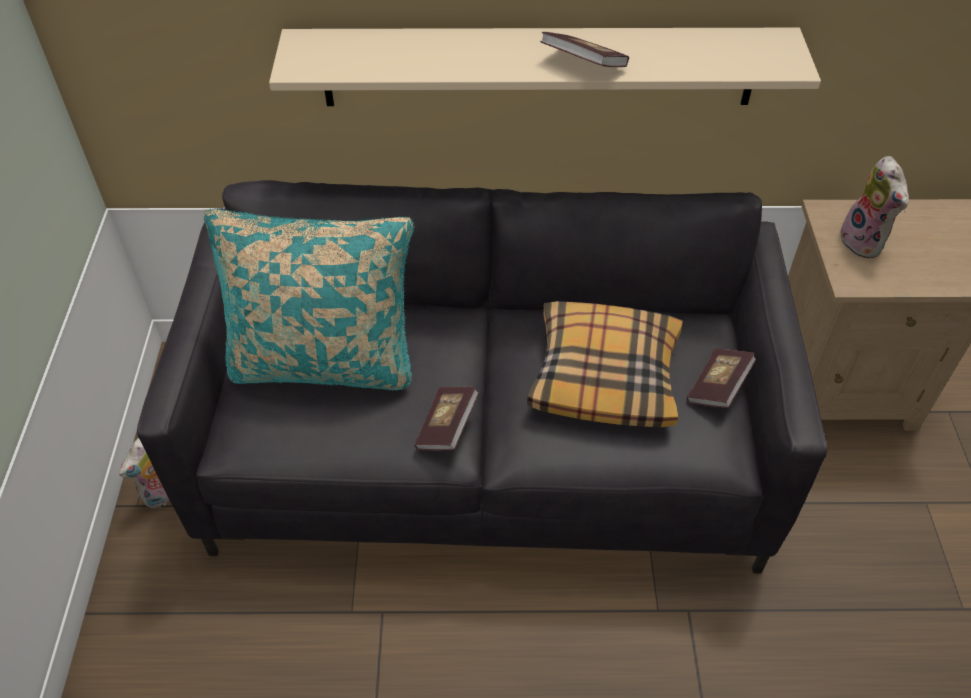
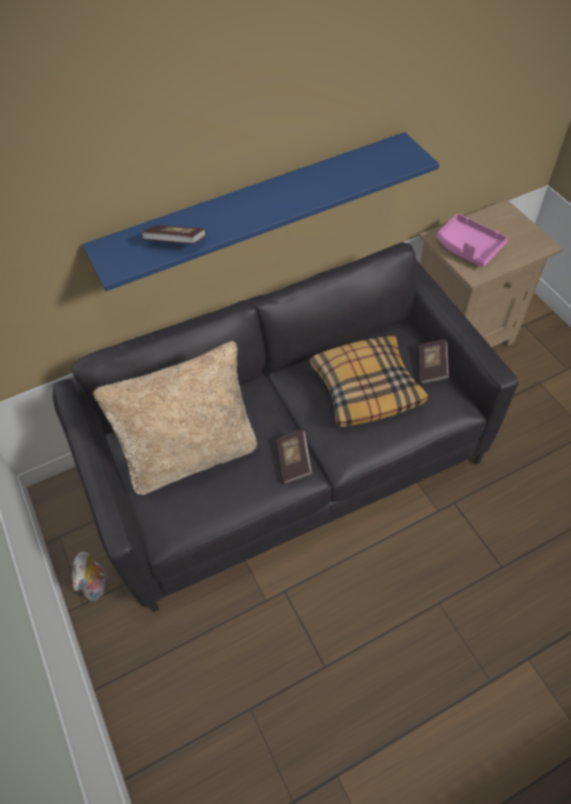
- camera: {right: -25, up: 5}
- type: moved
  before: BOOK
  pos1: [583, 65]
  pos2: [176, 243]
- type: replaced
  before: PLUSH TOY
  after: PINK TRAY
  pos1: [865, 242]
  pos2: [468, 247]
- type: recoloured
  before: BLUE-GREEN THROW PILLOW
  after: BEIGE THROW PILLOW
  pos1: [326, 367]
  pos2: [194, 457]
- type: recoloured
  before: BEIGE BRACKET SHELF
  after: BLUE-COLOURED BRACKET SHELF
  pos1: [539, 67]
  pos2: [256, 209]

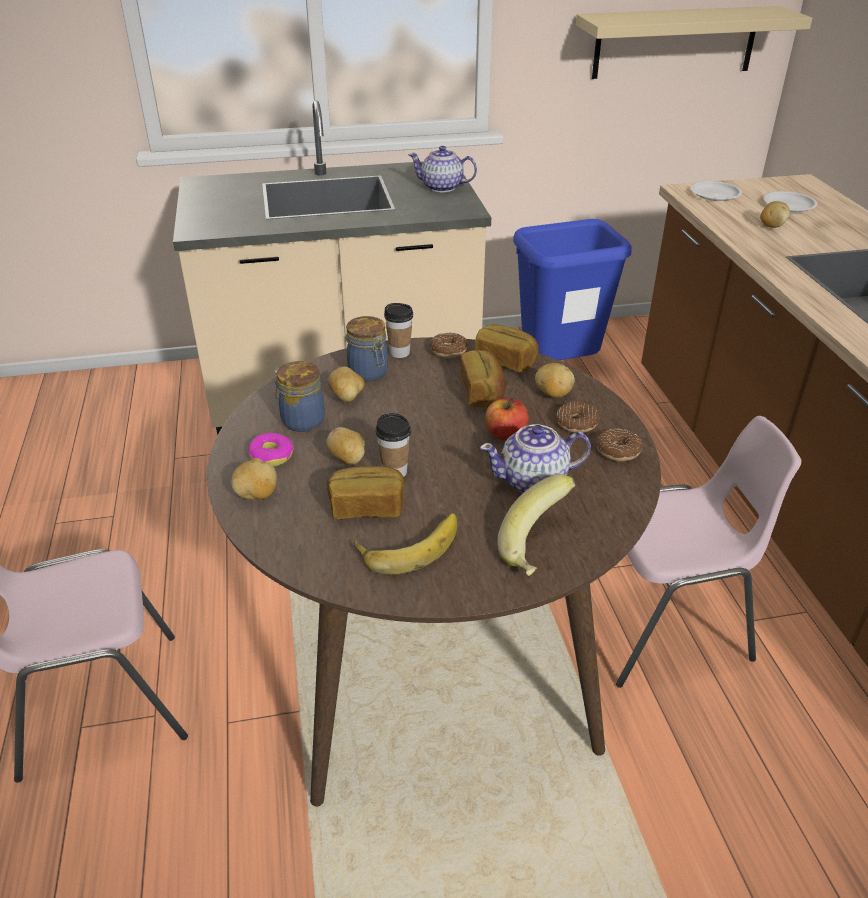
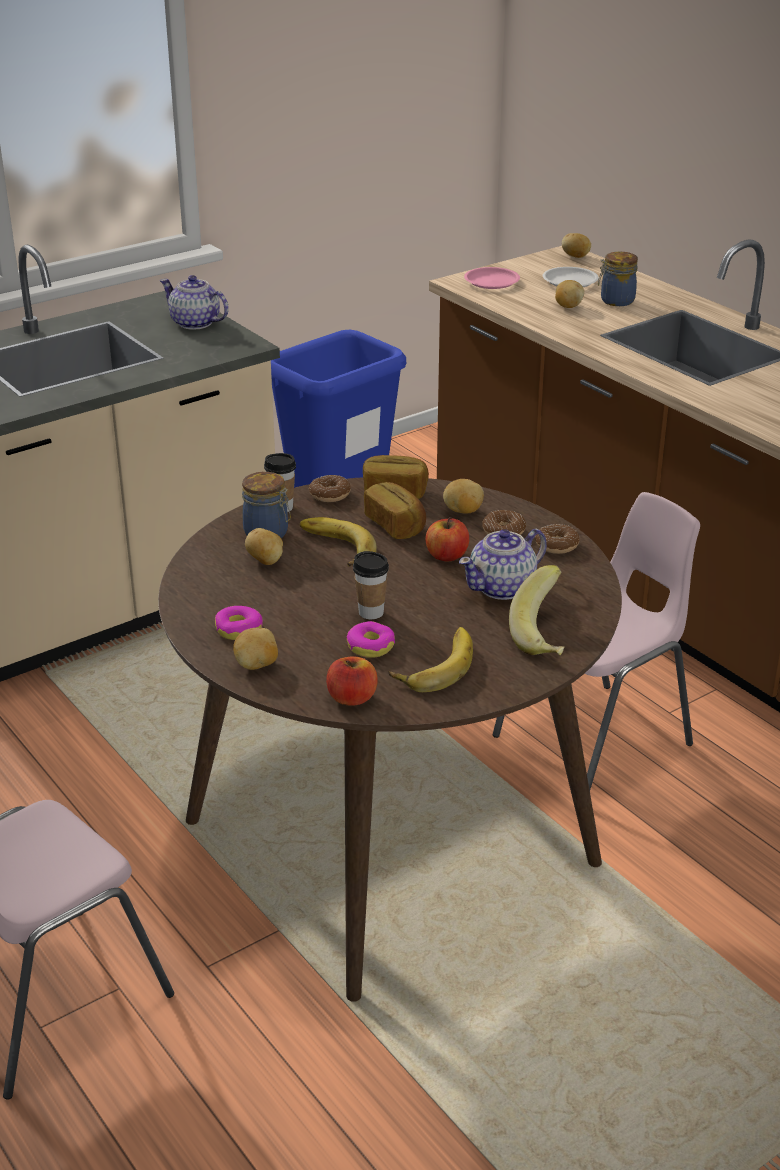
- camera: {right: -25, up: -5}
- type: removed
  before: BEIGE BRACKET SHELF
  pos1: [675, 42]
- type: added
  after: WHOLE BANANA
  pos2: [334, 548]
- type: added
  after: APPLE FRUIT
  pos2: [352, 698]
- type: moved
  before: PRESERVE JAR
  pos1: [301, 420]
  pos2: [615, 301]
- type: moved
  before: SPUD
  pos1: [348, 460]
  pos2: [575, 256]
- type: replaced
  before: BREAD
  after: DONUT
  pos1: [367, 507]
  pos2: [370, 646]
- type: recoloured
  before: WHITE FLAT DISH
  after: PINK FLAT DISH
  pos1: [714, 194]
  pos2: [491, 282]
- type: turned
  before: POT FOR TEA
  pos1: [442, 187]
  pos2: [195, 323]
  turn: 45

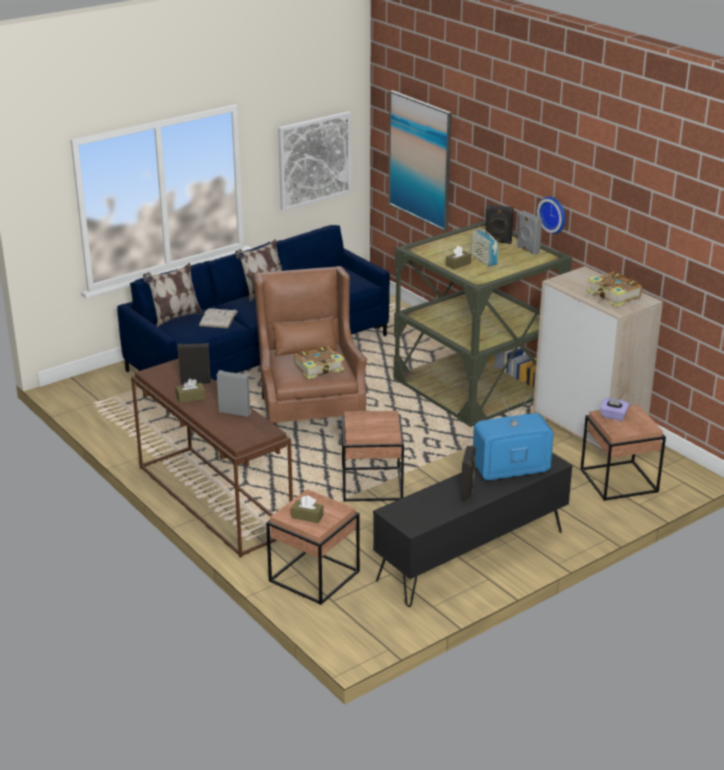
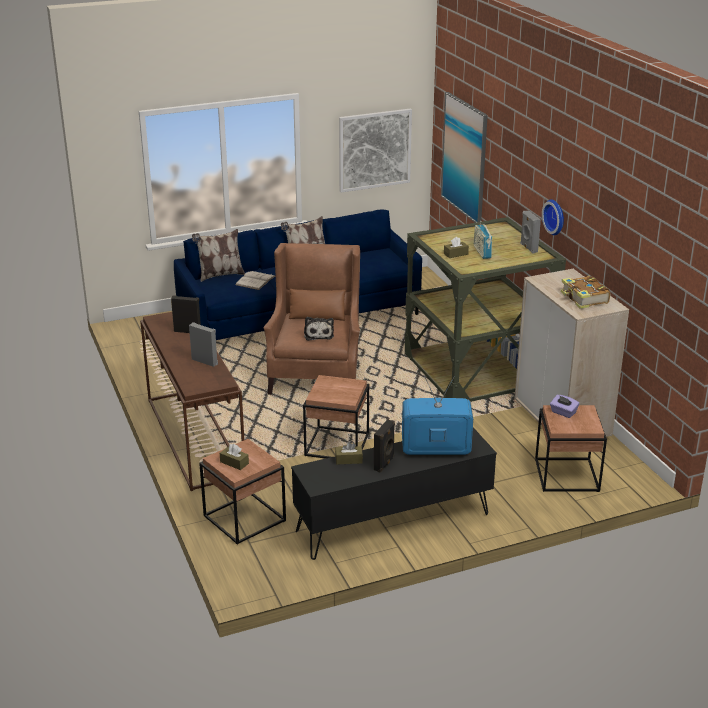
- camera: {right: 15, up: 0}
- type: removed
  before: BLACK-COLOURED LOUDSPEAKER
  pos1: [498, 242]
- type: moved
  before: BROWNISH TISSUE HOLDER
  pos1: [190, 397]
  pos2: [349, 460]
- type: replaced
  before: BOOK
  after: PLUSH TOY
  pos1: [319, 368]
  pos2: [318, 334]

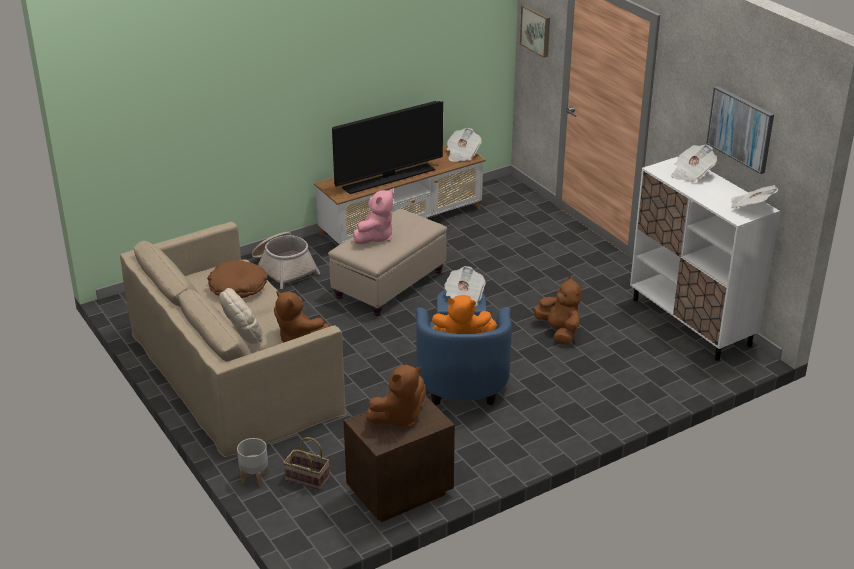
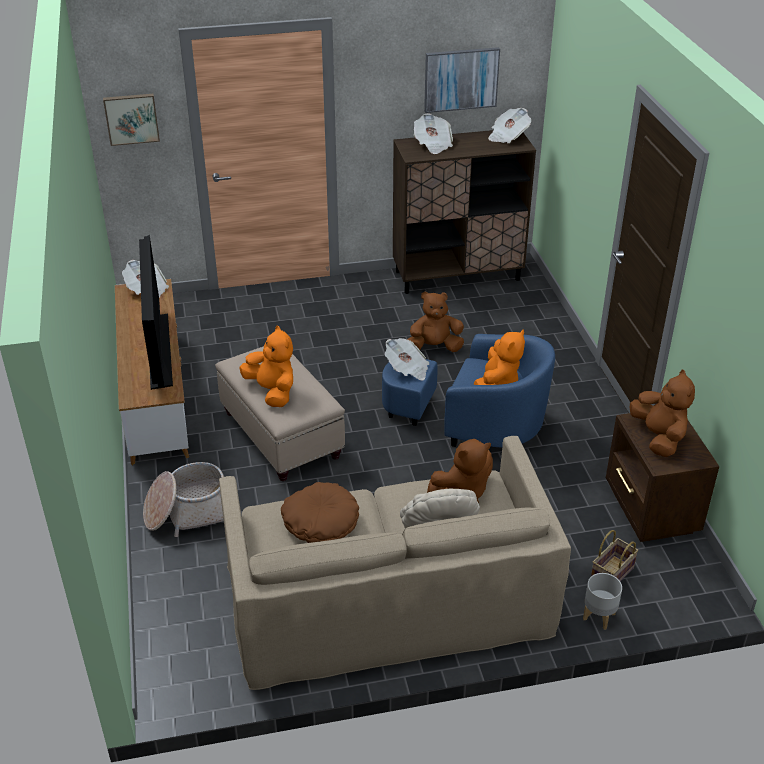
- camera: {right: -70, up: 5}
- type: recoloured
  before: PINK PLUSH TOY
  after: ORANGE-COLOURED PLUSH TOY
  pos1: [375, 237]
  pos2: [272, 391]
- type: recoloured
  before: WHITE CUPBOARD
  after: BROWNISH CUPBOARD
  pos1: [691, 322]
  pos2: [458, 275]

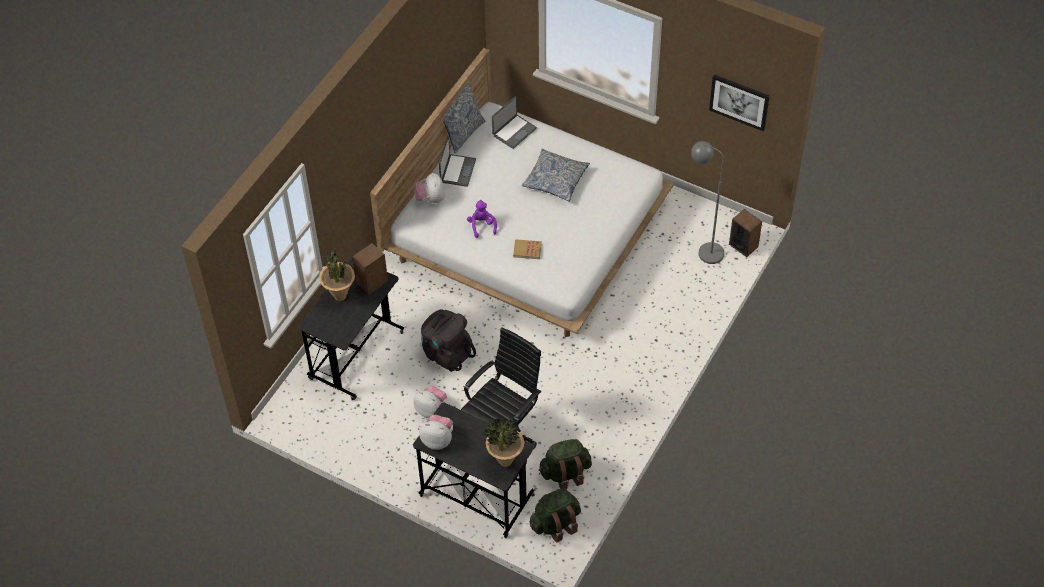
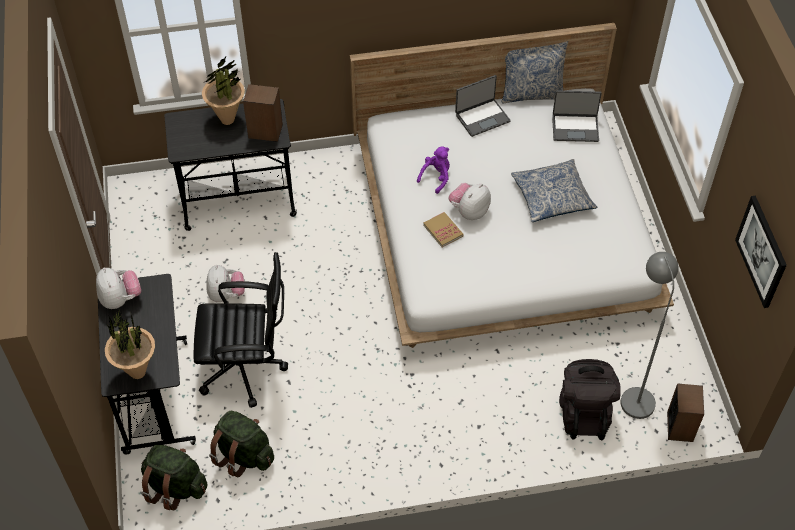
- camera: {right: 50, up: 0}
- type: moved
  before: PLUSH TOY
  pos1: [431, 199]
  pos2: [469, 211]
- type: moved
  before: BLACK-COLOURED BACKPACK
  pos1: [446, 353]
  pos2: [584, 412]

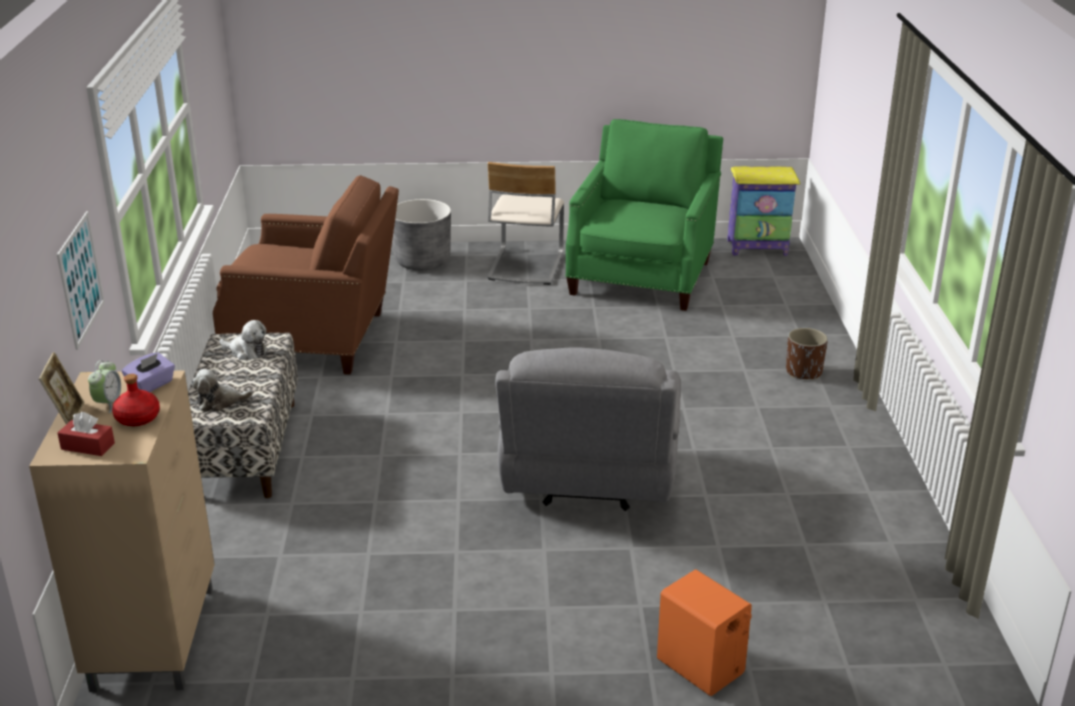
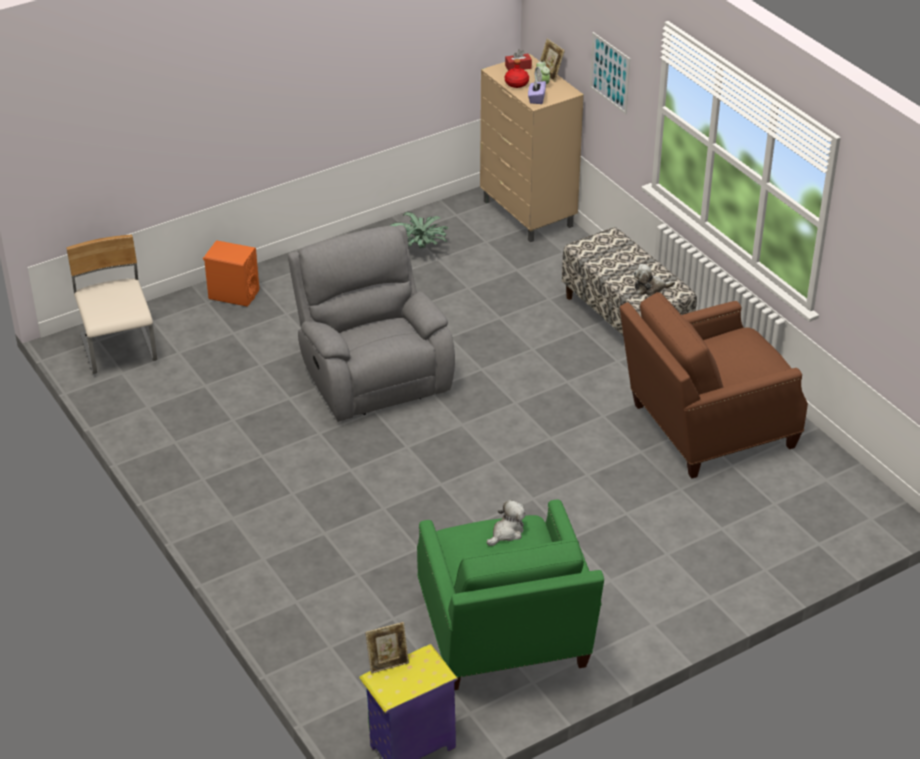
- camera: {right: 150, up: 10}
- type: removed
  before: GRAY PLANT POT
  pos1: [422, 261]
- type: removed
  before: BROWNISH PLANT POT
  pos1: [803, 372]
- type: added
  after: PHOTO FRAME
  pos2: [388, 663]
- type: added
  after: HOUSEPLANT
  pos2: [421, 248]
- type: moved
  before: PLUSH TOY
  pos1: [220, 402]
  pos2: [506, 532]
- type: moved
  before: BEIGE PLAIN CHAIR
  pos1: [525, 266]
  pos2: [119, 349]

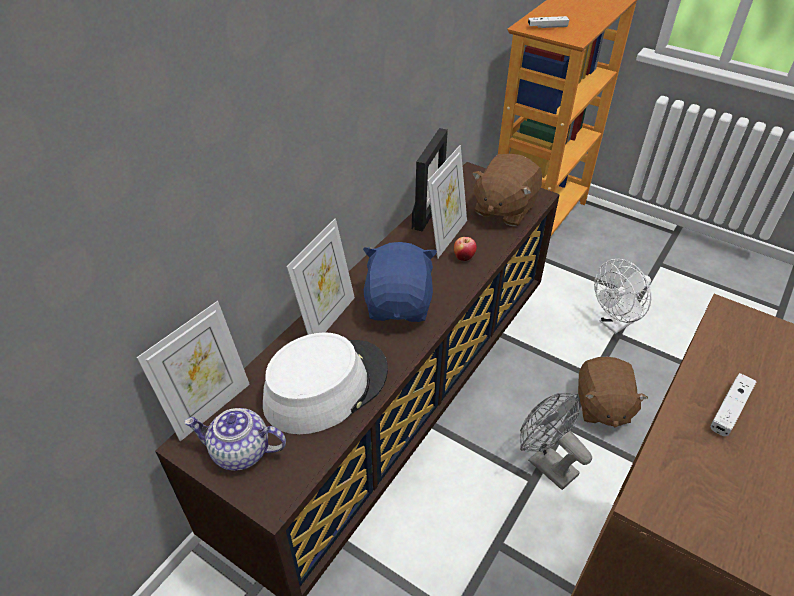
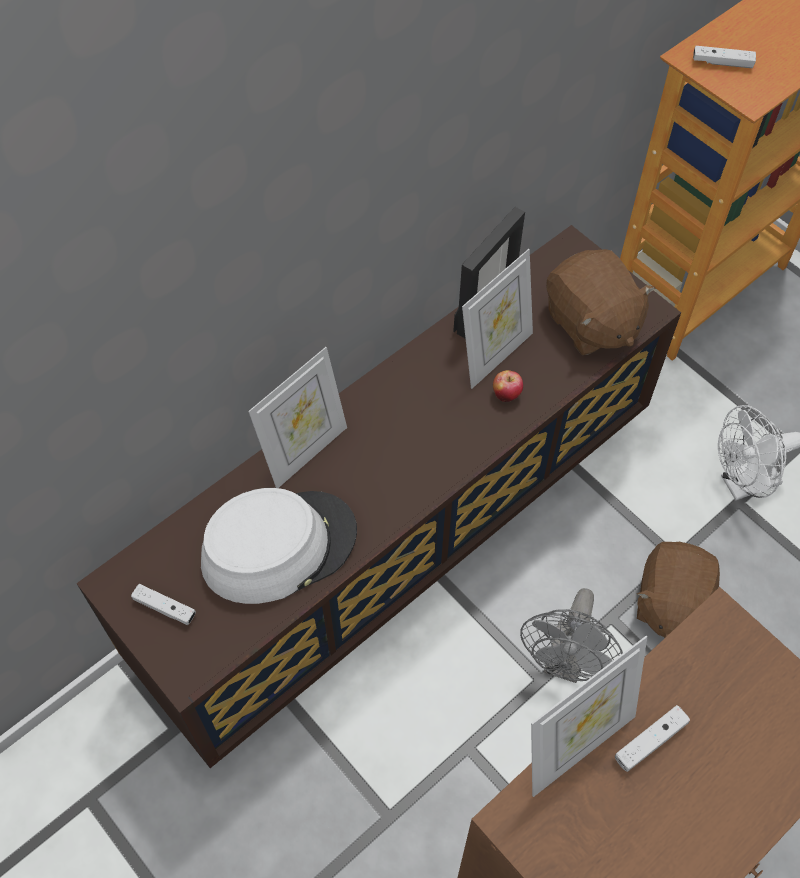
- camera: {right: 15, up: 15}
- type: removed
  before: BLUE-COLOURED PLUSH TOY
  pos1: [399, 304]
- type: moved
  before: PHOTO FRAME
  pos1: [210, 407]
  pos2: [575, 744]
- type: replaced
  before: POT FOR TEA
  after: WHITE GAMEPAD
  pos1: [240, 452]
  pos2: [165, 608]
- type: turned
  before: BROWNISH PLUSH TOY
  pos1: [503, 209]
  pos2: [591, 323]
  turn: -75
- type: turned
  before: GRAY COOLING FAN
  pos1: [546, 463]
  pos2: [565, 662]
  turn: -135

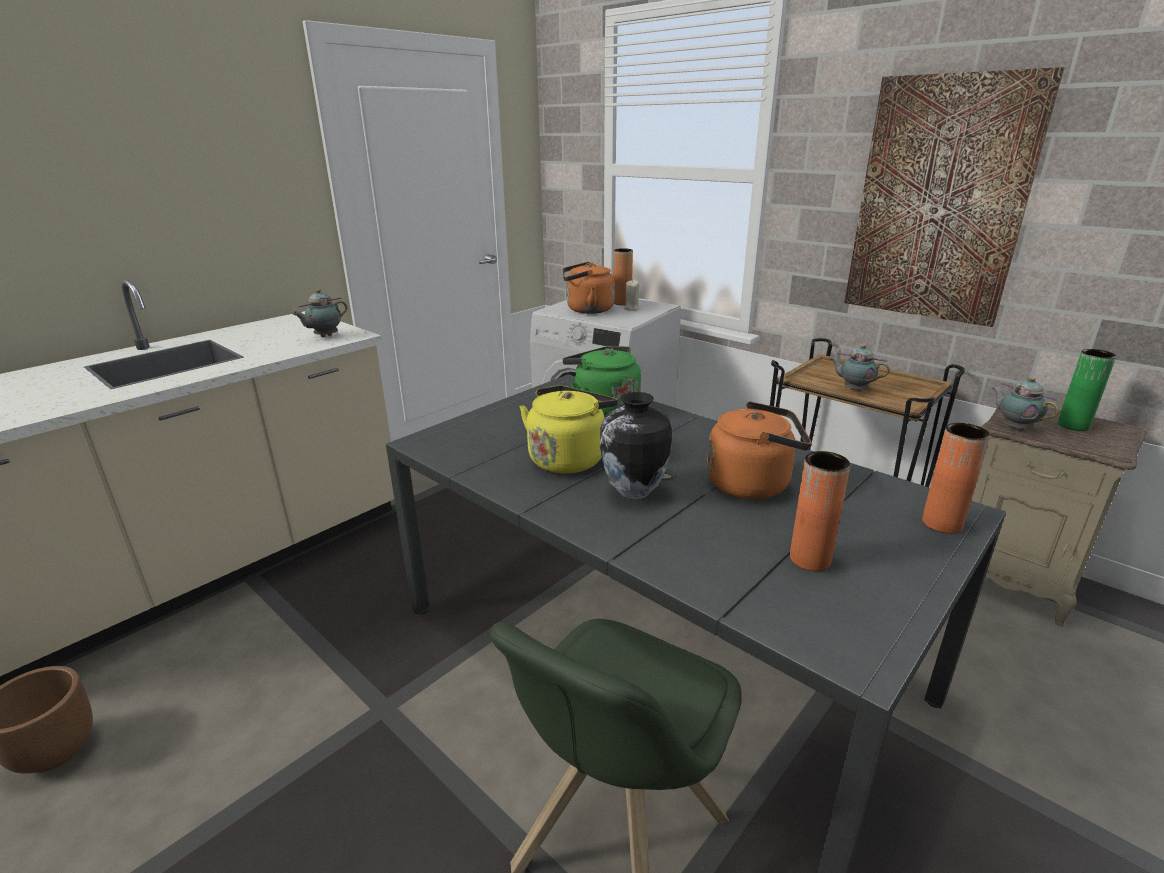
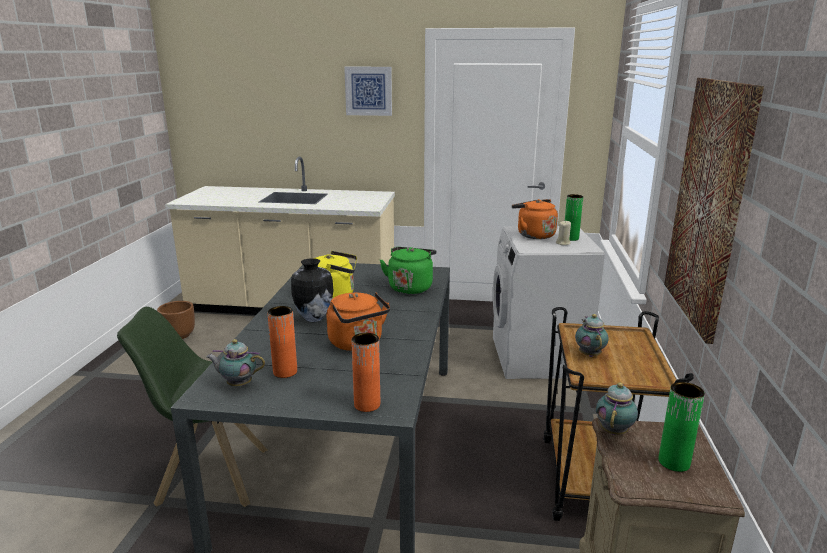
- camera: {right: 55, up: -5}
- type: added
  after: WALL PICTURE
  pos2: [368, 91]
- type: moved
  before: POT FOR TEA
  pos1: [324, 337]
  pos2: [238, 384]
- type: recoloured
  before: ORANGE-COLOURED DECORATIVE VASE
  after: GREEN DECORATIVE VASE
  pos1: [622, 303]
  pos2: [570, 238]

